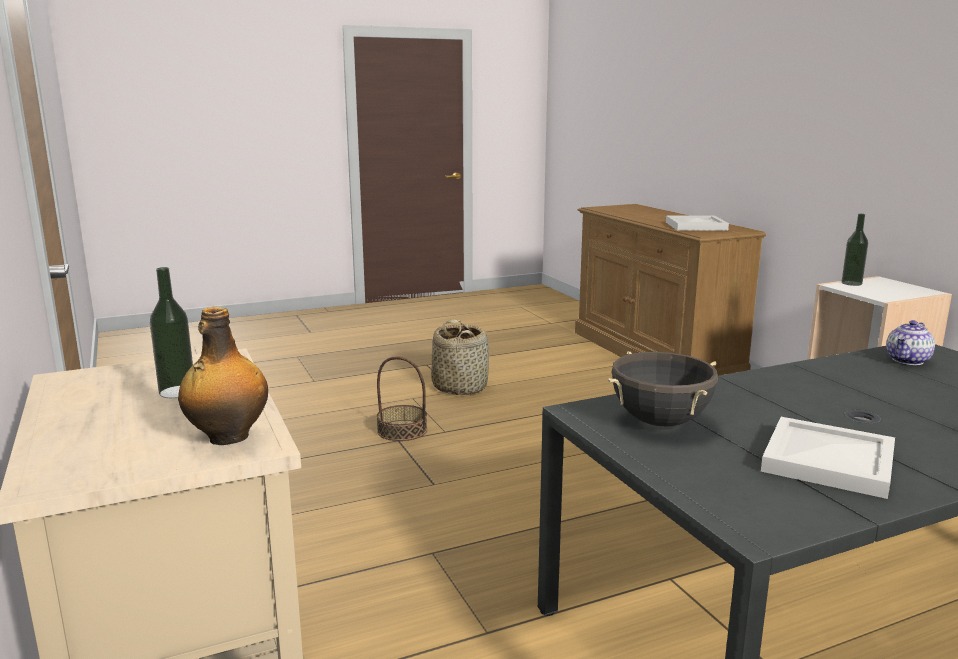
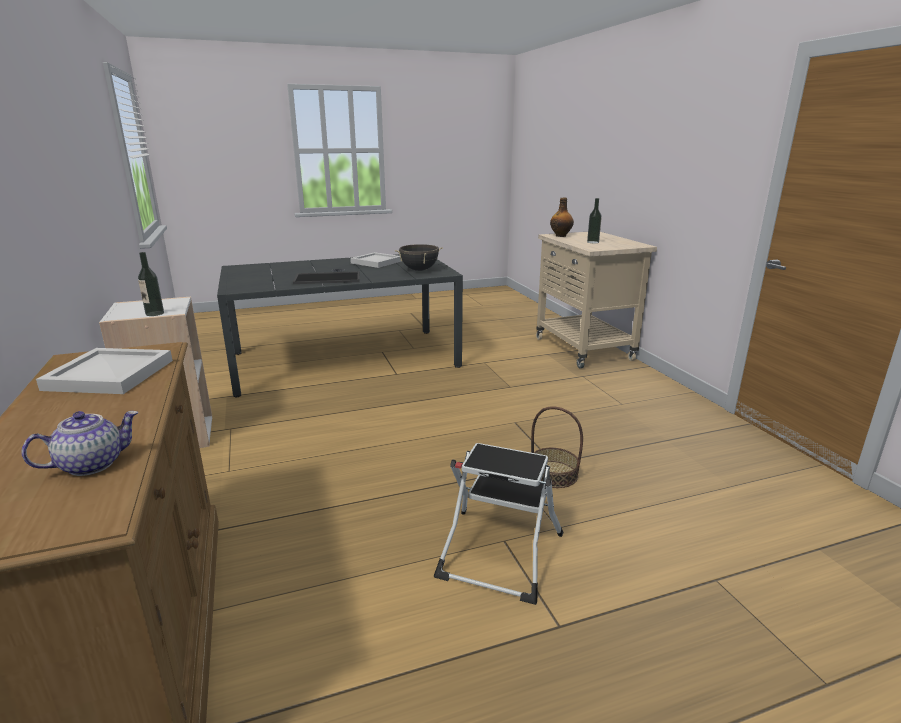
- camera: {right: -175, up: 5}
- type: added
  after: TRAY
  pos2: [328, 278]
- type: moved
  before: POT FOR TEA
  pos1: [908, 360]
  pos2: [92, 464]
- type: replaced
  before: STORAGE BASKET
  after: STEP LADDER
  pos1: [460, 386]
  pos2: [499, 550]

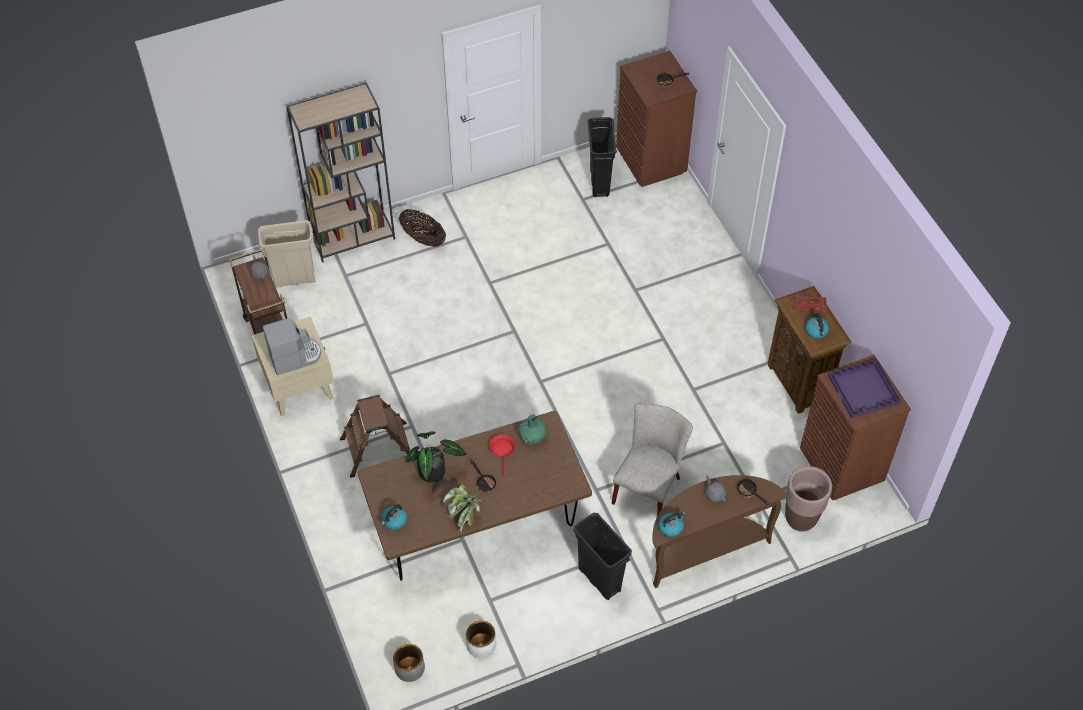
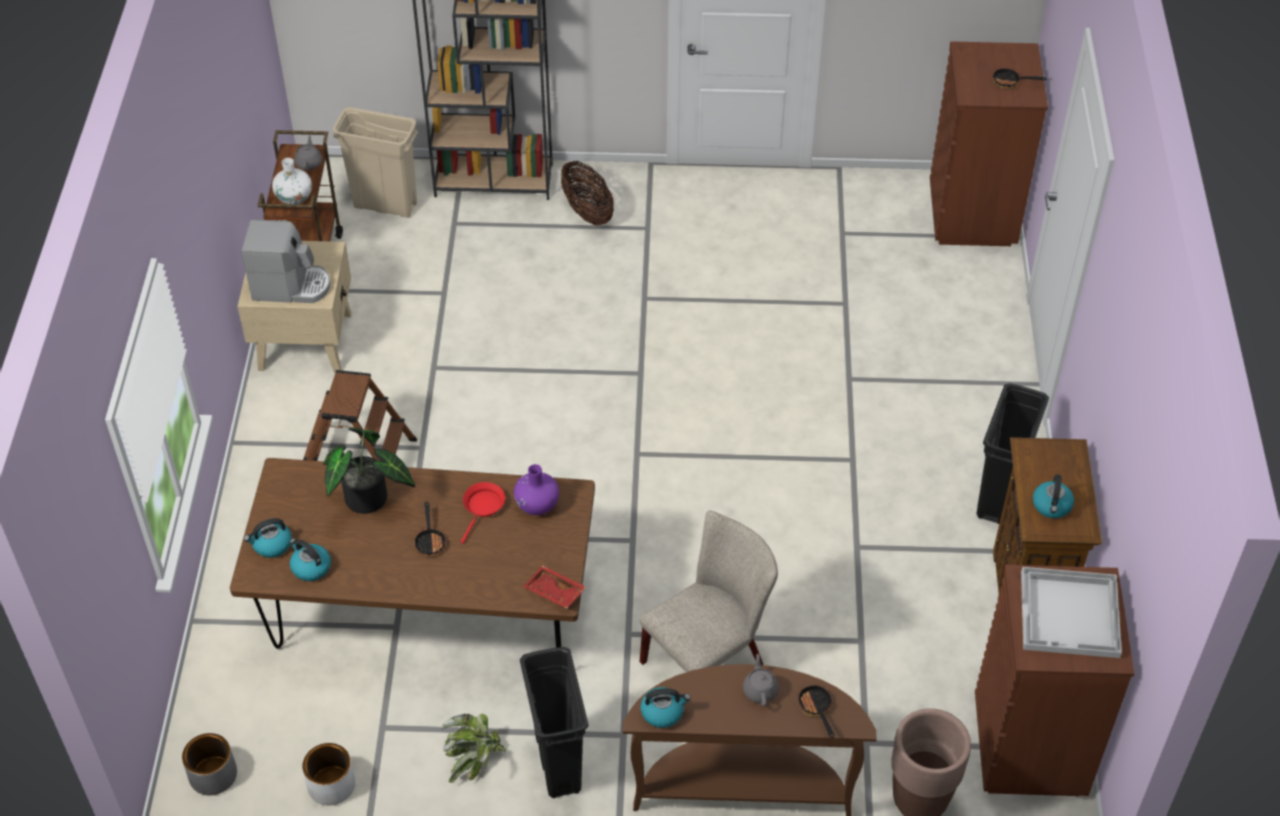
- camera: {right: 25, up: -5}
- type: added
  after: WHITE DECORATIVE VASE
  pos2: [294, 198]
- type: added
  after: WATER KETTLE
  pos2: [310, 567]
- type: moved
  before: HOUSEPLANT
  pos1: [465, 514]
  pos2: [474, 760]
- type: moved
  before: BLACK-COLOURED WASTE BIN
  pos1: [599, 183]
  pos2: [998, 497]
- type: moved
  before: REDDISH TRAY
  pos1: [809, 307]
  pos2: [554, 592]
- type: recoloured
  before: GREEN DECORATIVE VASE
  after: PURPLE DECORATIVE VASE
  pos1: [532, 437]
  pos2: [537, 505]
- type: recoloured
  before: PURPLE TRAY
  after: WHITE TRAY
  pos1: [864, 390]
  pos2: [1070, 615]

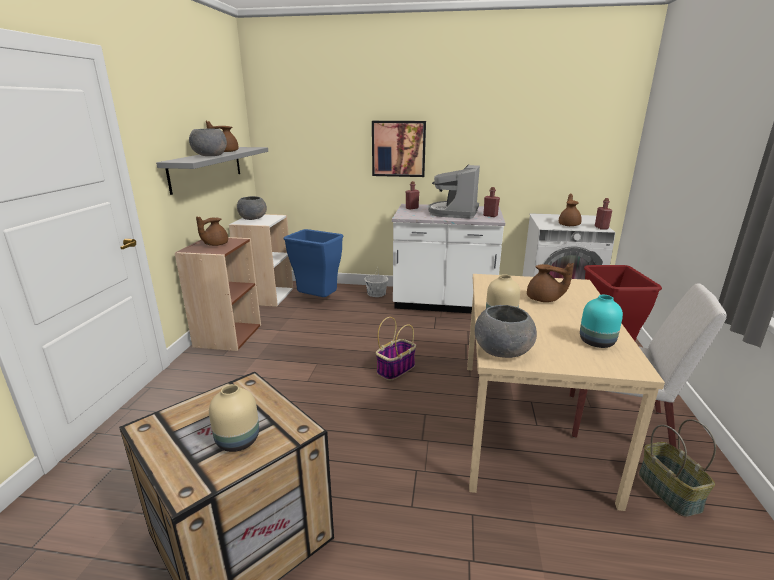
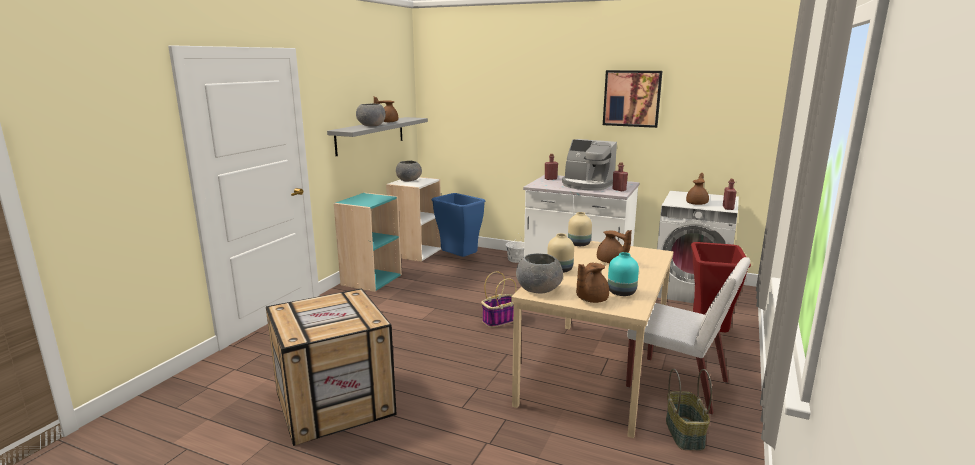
- camera: {right: 15, up: -5}
- type: moved
  before: BROWNISH POT FOR TEA
  pos1: [215, 244]
  pos2: [590, 299]
- type: moved
  before: BEIGE DECORATIVE VASE
  pos1: [236, 441]
  pos2: [578, 244]
- type: moved
  before: WALL PICTURE
  pos1: [398, 149]
  pos2: [632, 98]
- type: recoloured
  before: BROWNISH SHELVING UNIT
  after: BLUE-GREEN SHELVING UNIT
  pos1: [228, 335]
  pos2: [371, 279]
- type: turned
  before: COFFEE MACHINE
  pos1: [454, 212]
  pos2: [587, 185]
  turn: -90

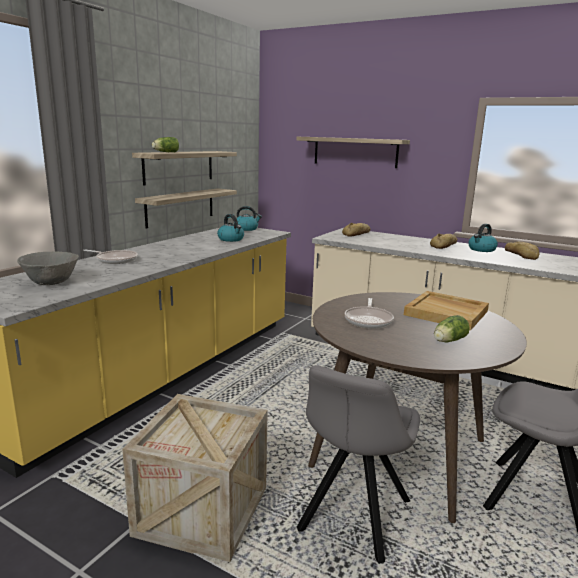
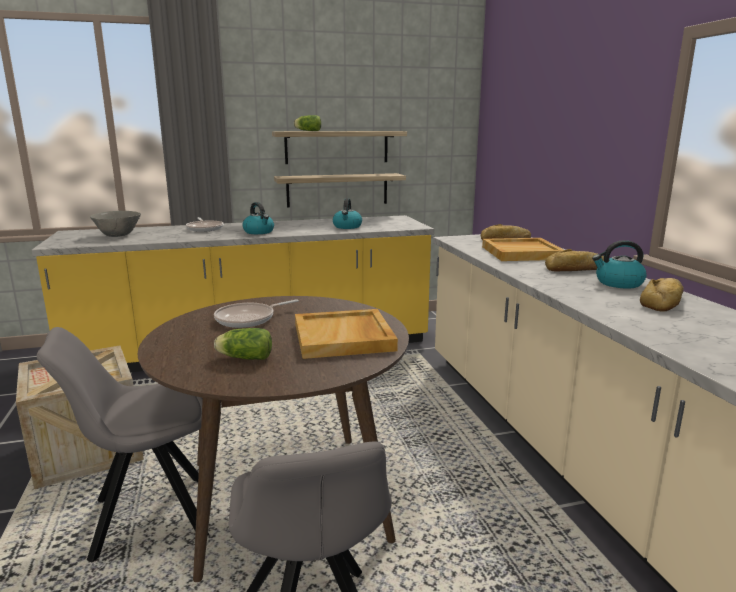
- camera: {right: 45, up: 0}
- type: removed
  before: BRACKET SHELF
  pos1: [355, 152]
- type: added
  after: BEIGE TRAY
  pos2: [522, 252]
- type: moved
  before: WATER KETTLE
  pos1: [246, 229]
  pos2: [259, 232]

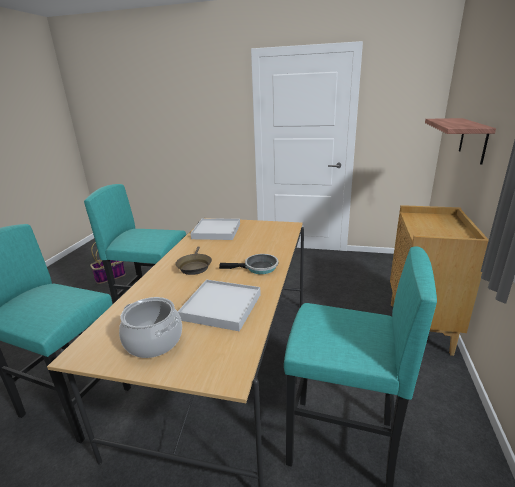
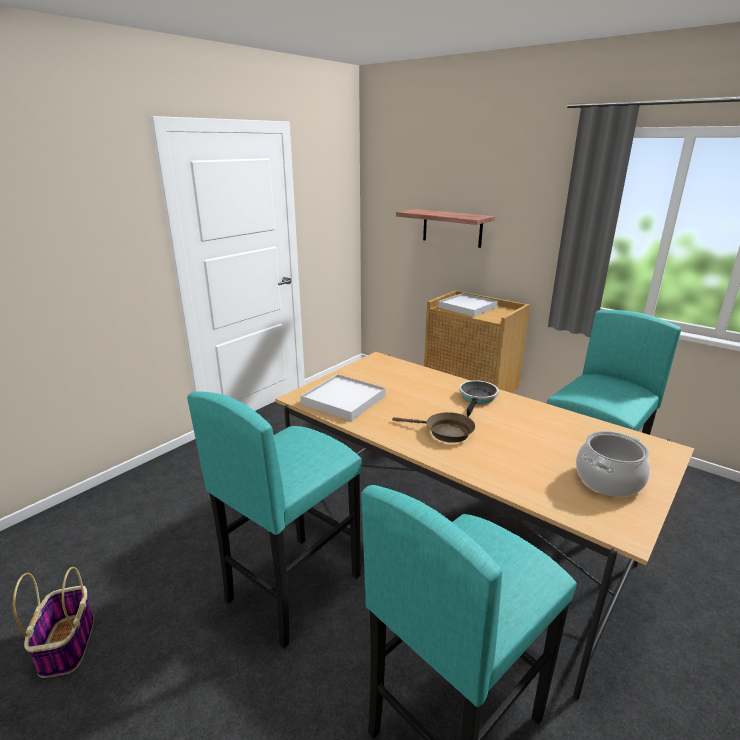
- camera: {right: -65, up: 0}
- type: moved
  before: WHITE TRAY
  pos1: [221, 306]
  pos2: [467, 307]

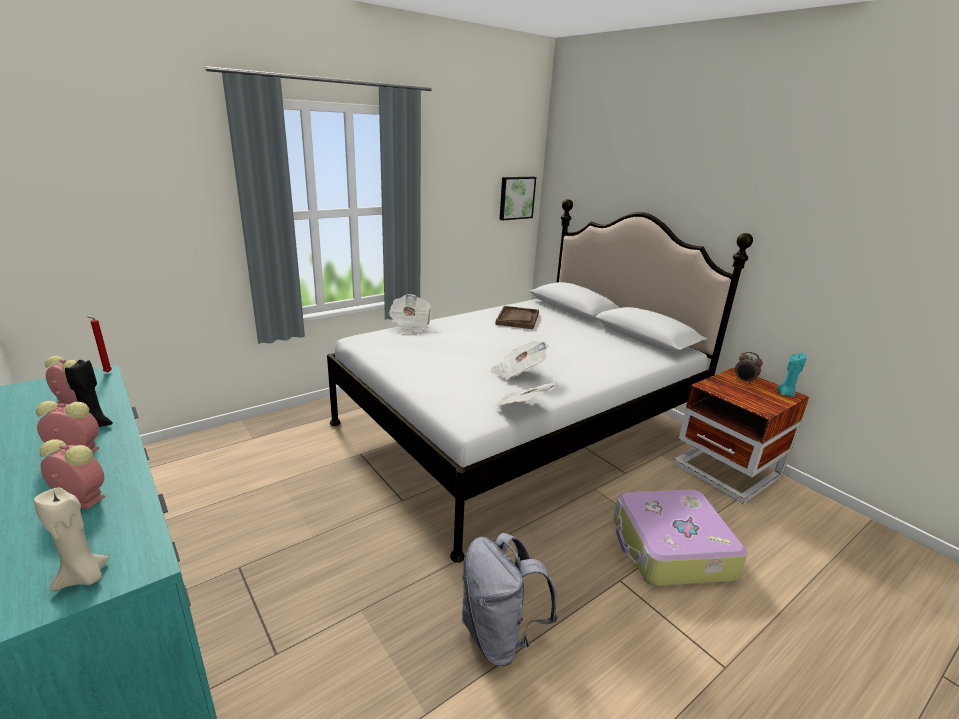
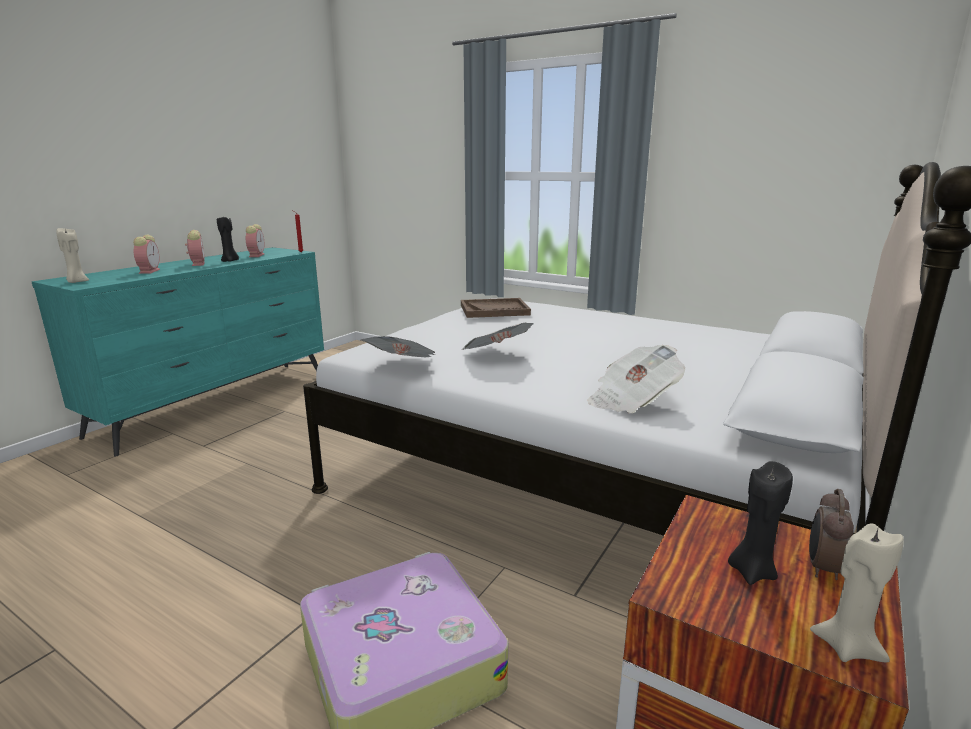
- camera: {right: 70, up: -5}
- type: removed
  before: GRAY BACKPACK
  pos1: [500, 636]
- type: removed
  before: WALL PICTURE
  pos1: [516, 197]
- type: added
  after: BLACK-COLOURED CANDLE
  pos2: [752, 571]
- type: moved
  before: DAILY PAPER
  pos1: [410, 325]
  pos2: [631, 401]
- type: moved
  before: BROWNISH TRAY
  pos1: [517, 319]
  pos2: [494, 310]
- type: recoloured
  before: BLUE-GREEN CANDLE
  after: BEIGE CANDLE
  pos1: [785, 393]
  pos2: [847, 646]

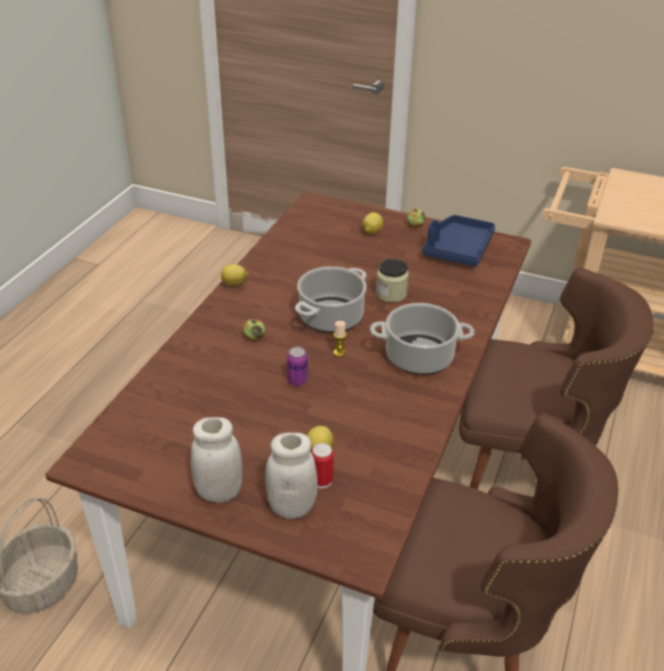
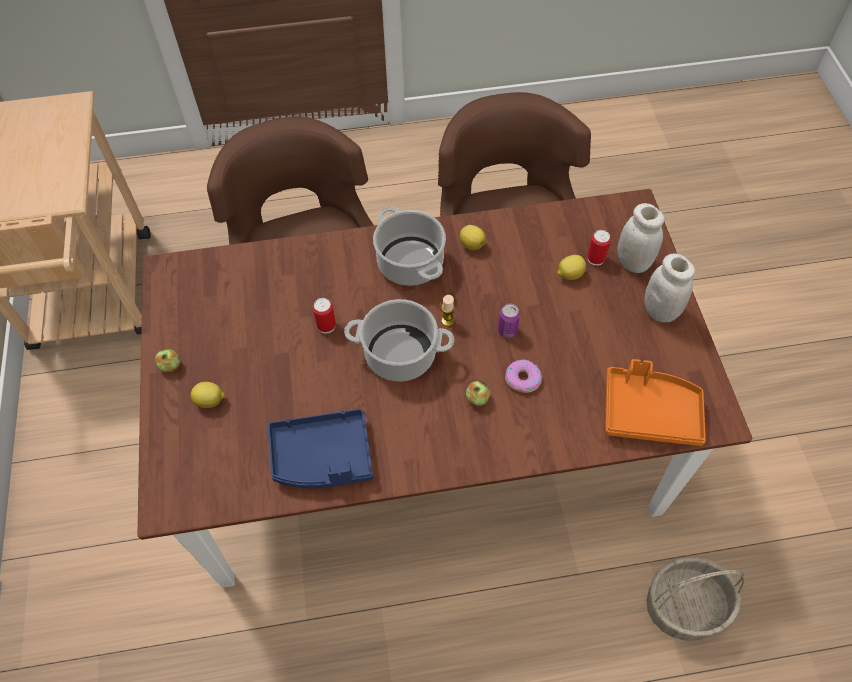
- camera: {right: -120, up: 20}
- type: added
  after: DONUT
  pos2: [522, 379]
- type: added
  after: ORANGE-COLOURED TRAY
  pos2: [650, 412]
- type: moved
  before: WHOLE LEMON
  pos1: [235, 284]
  pos2: [471, 244]
- type: moved
  before: BLUE-COLOURED TRAY
  pos1: [457, 249]
  pos2: [322, 457]
- type: replaced
  before: PRESERVE JAR
  after: CAN
  pos1: [391, 293]
  pos2: [326, 325]

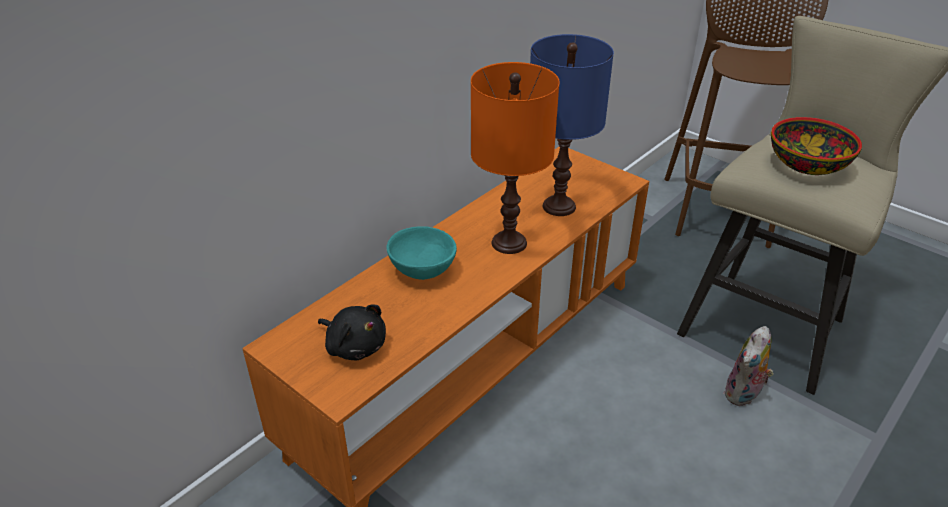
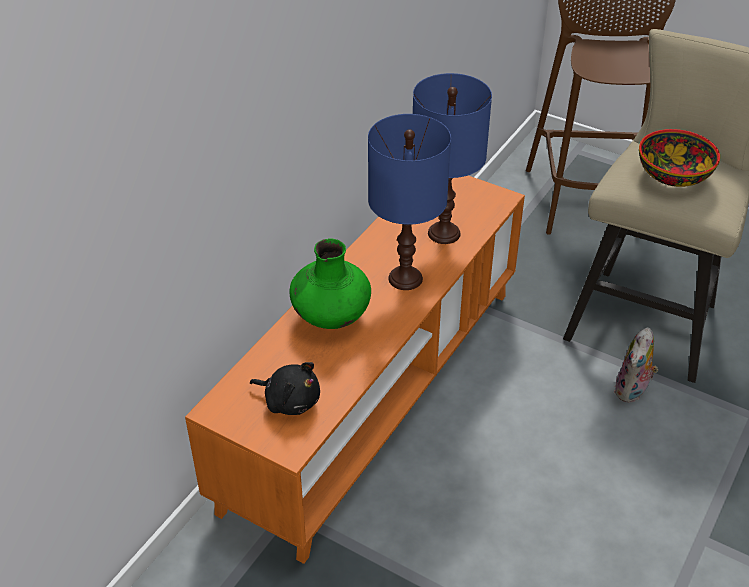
- camera: {right: -10, up: 5}
- type: replaced
  before: BLUE-GREEN DEEP DISH
  after: GREEN DECORATIVE VASE
  pos1: [423, 269]
  pos2: [331, 316]
- type: recoloured
  before: ORANGE-COLOURED TABLETOP LAMP
  after: BLUE-COLOURED TABLETOP LAMP
  pos1: [509, 243]
  pos2: [405, 279]

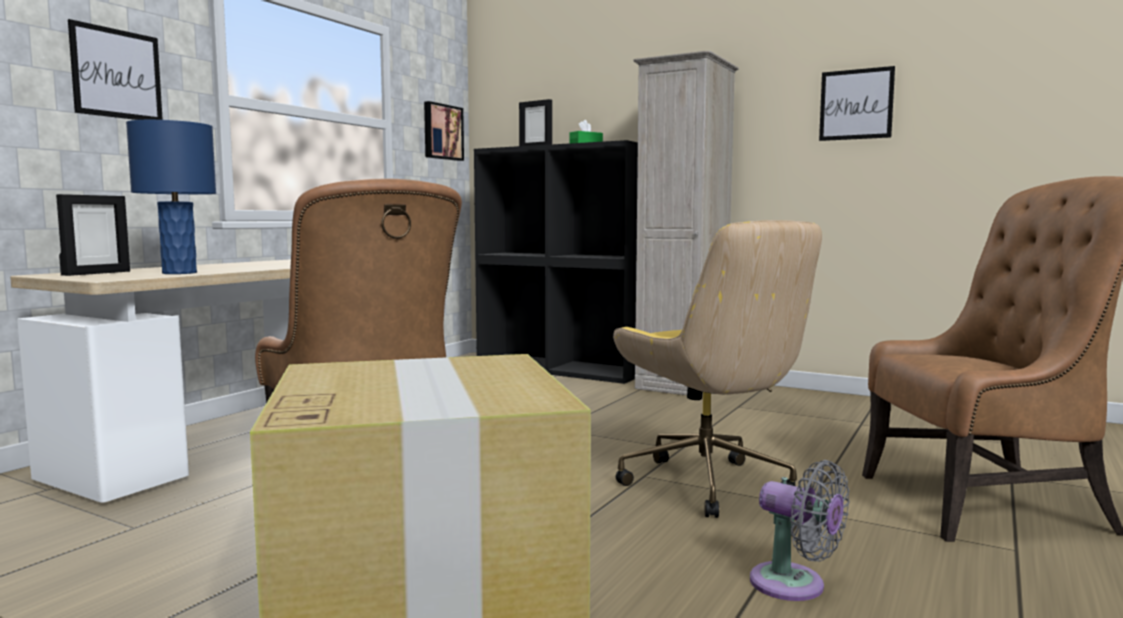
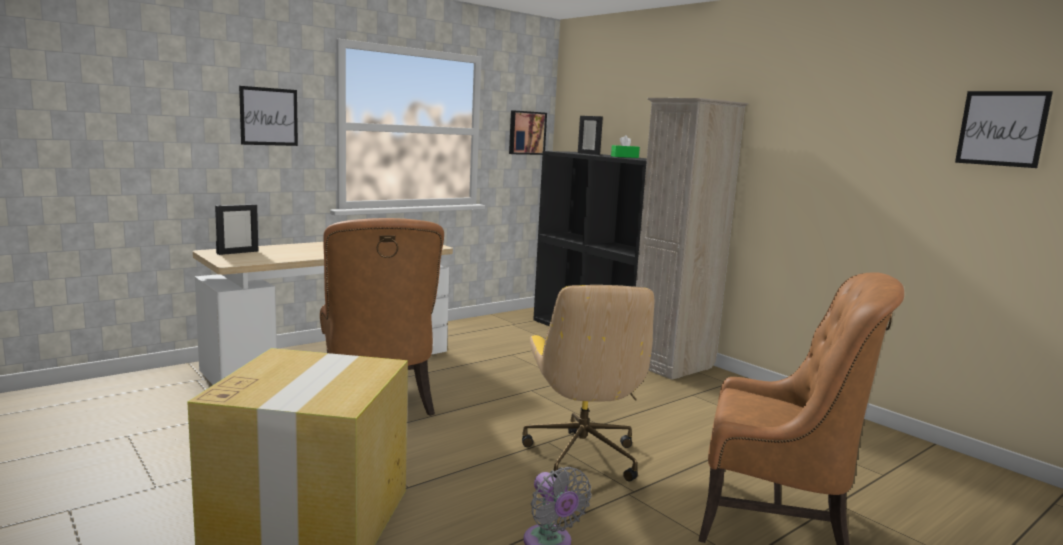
- camera: {right: 20, up: 5}
- type: removed
  before: BLUE-COLOURED TABLETOP LAMP
  pos1: [180, 273]
- type: moved
  before: WALL PICTURE
  pos1: [856, 104]
  pos2: [1001, 128]

